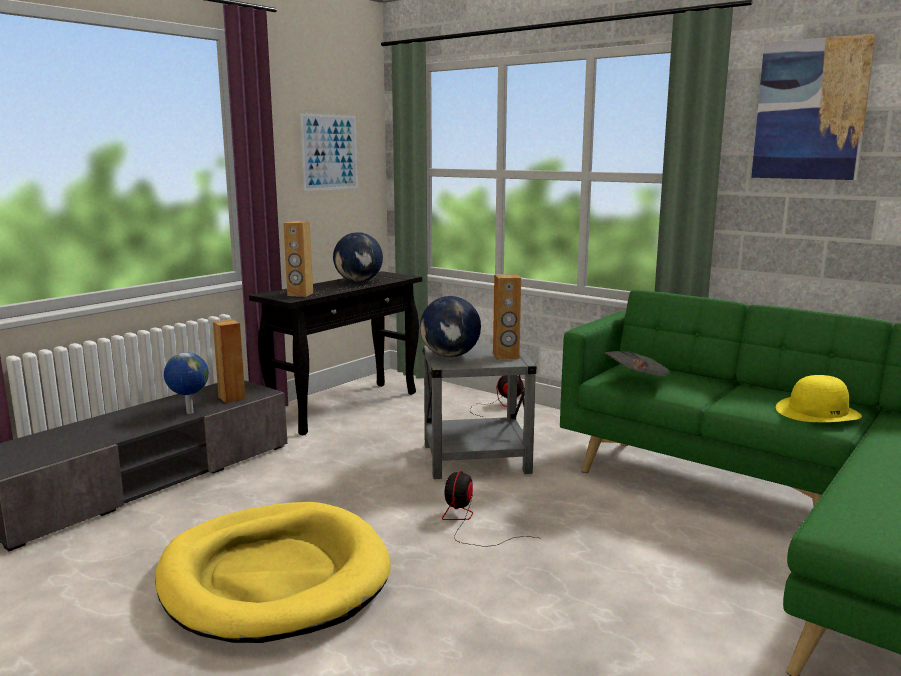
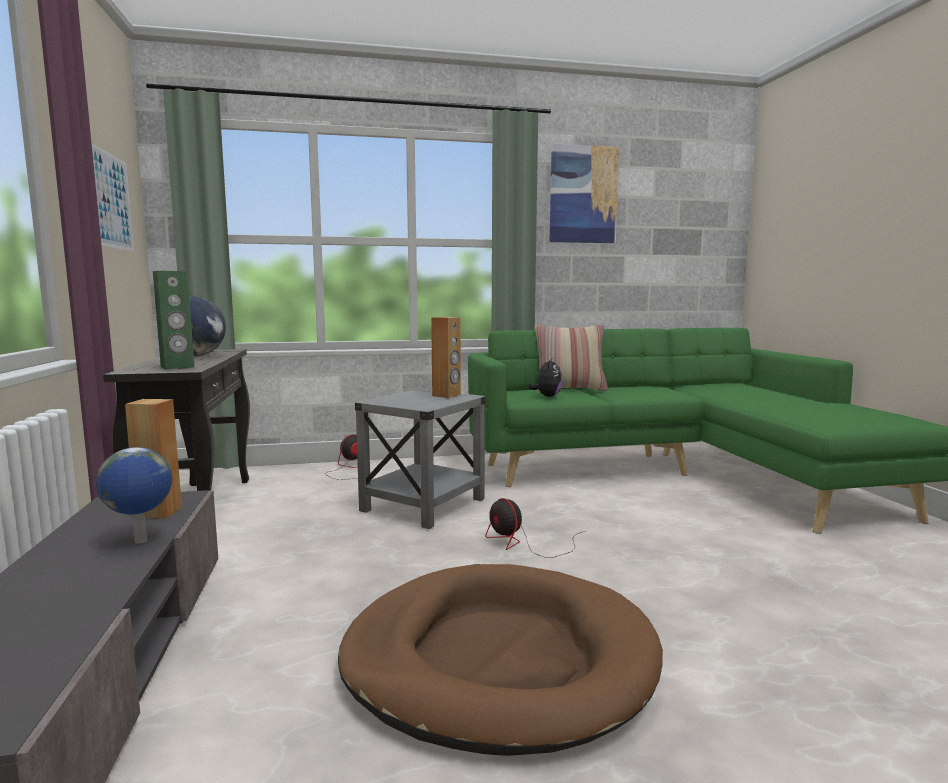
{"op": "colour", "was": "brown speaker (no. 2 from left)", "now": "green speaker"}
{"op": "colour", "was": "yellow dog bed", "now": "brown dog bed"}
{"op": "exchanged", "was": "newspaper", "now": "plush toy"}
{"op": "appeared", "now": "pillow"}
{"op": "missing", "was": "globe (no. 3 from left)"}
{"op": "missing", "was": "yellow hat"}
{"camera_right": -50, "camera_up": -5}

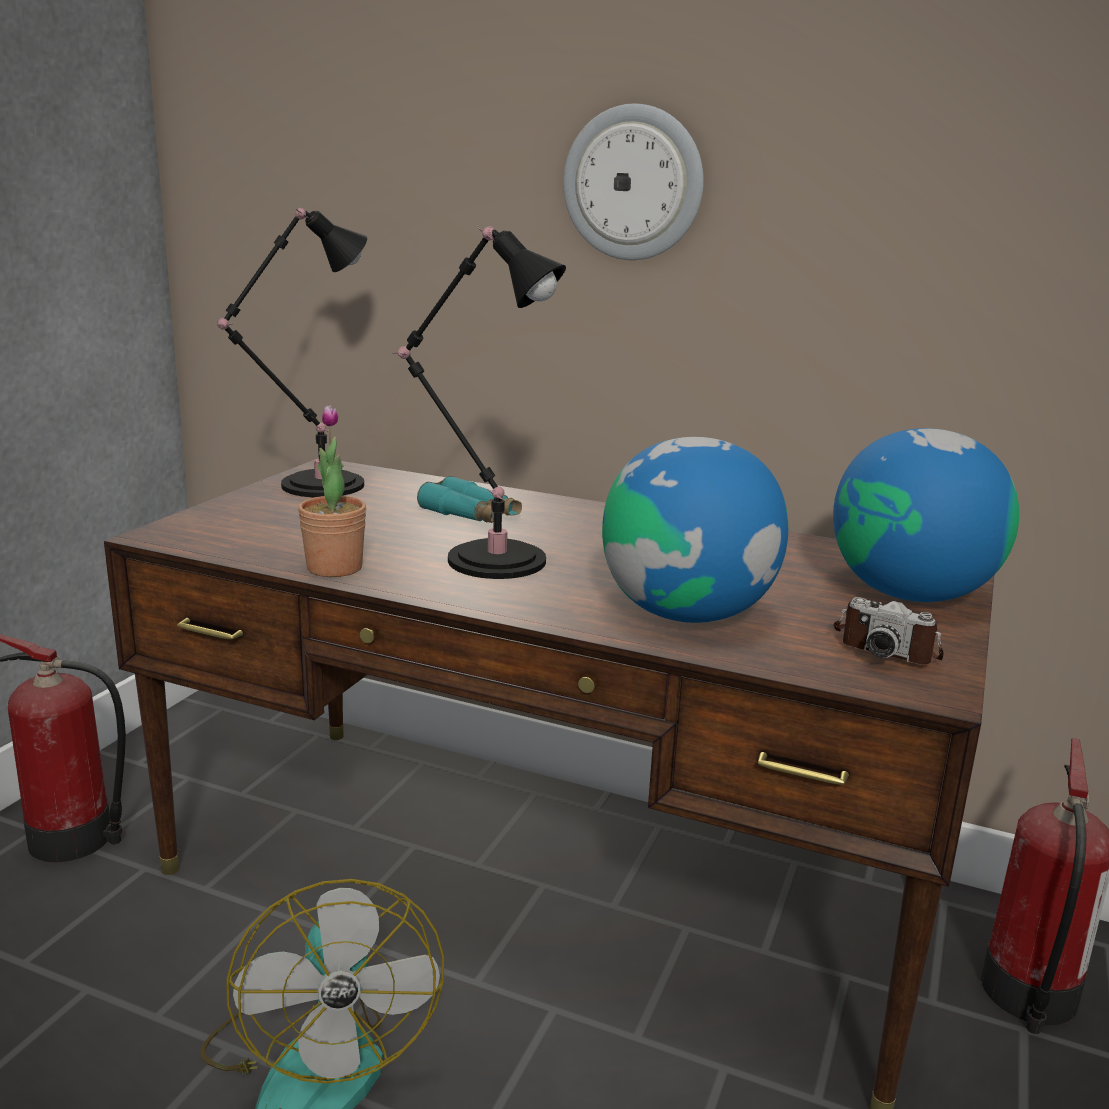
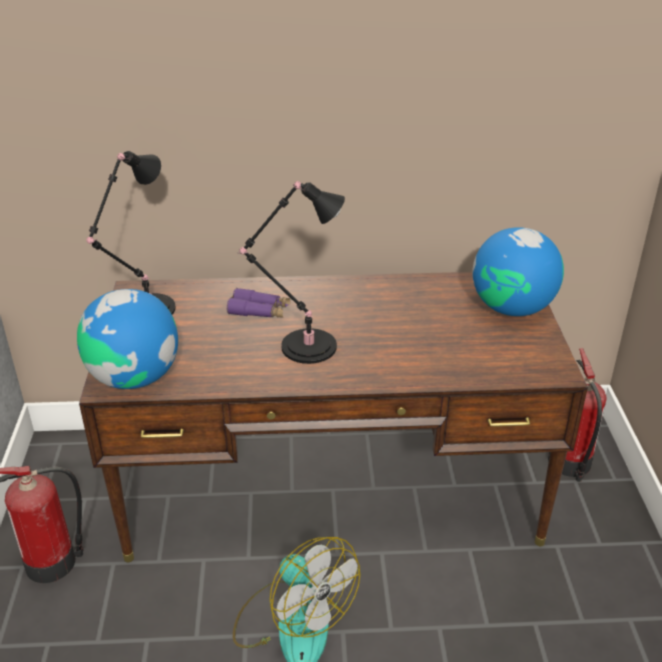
{"op": "relocated", "was": "globe (no. 1 from left)"}
{"op": "colour", "was": "turquoise binoculars", "now": "purple binoculars"}
{"op": "missing", "was": "potted plant"}
{"op": "missing", "was": "wall clock"}
{"op": "missing", "was": "photo camera"}
{"camera_right": -25, "camera_up": 15}

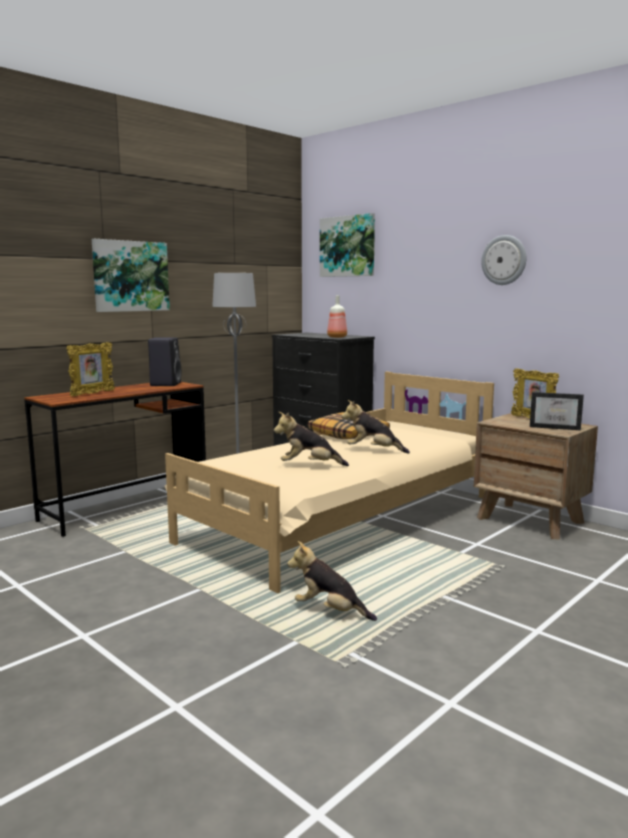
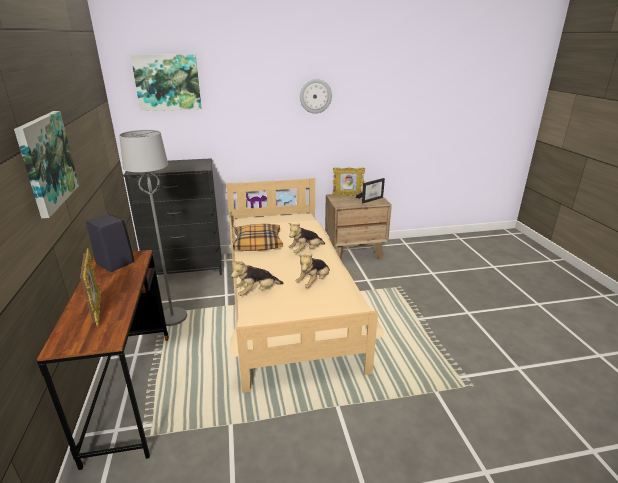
{"op": "relocated", "was": "plush toy (no. 2 from left in the first image)", "now": "plush toy (no. 1 from left)"}
{"op": "missing", "was": "bottle"}
{"camera_right": -55, "camera_up": 15}

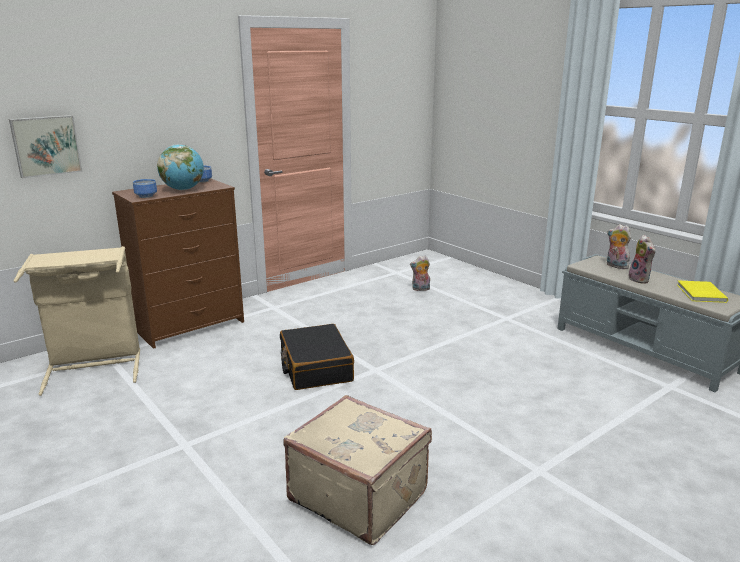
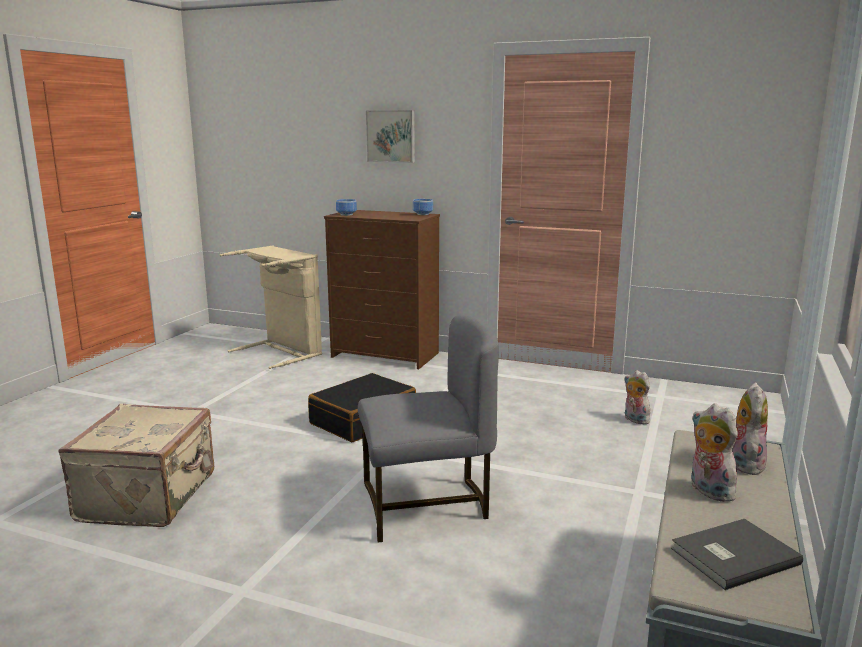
{"op": "appeared", "now": "grey chair"}
{"op": "relocated", "was": "picture"}
{"op": "colour", "was": "yellow book", "now": "grey book"}
{"op": "spun", "was": "plush toy (no. 3 from left in the first image)", "clockwise": 105}
{"op": "missing", "was": "globe"}
{"camera_right": 60, "camera_up": -5}

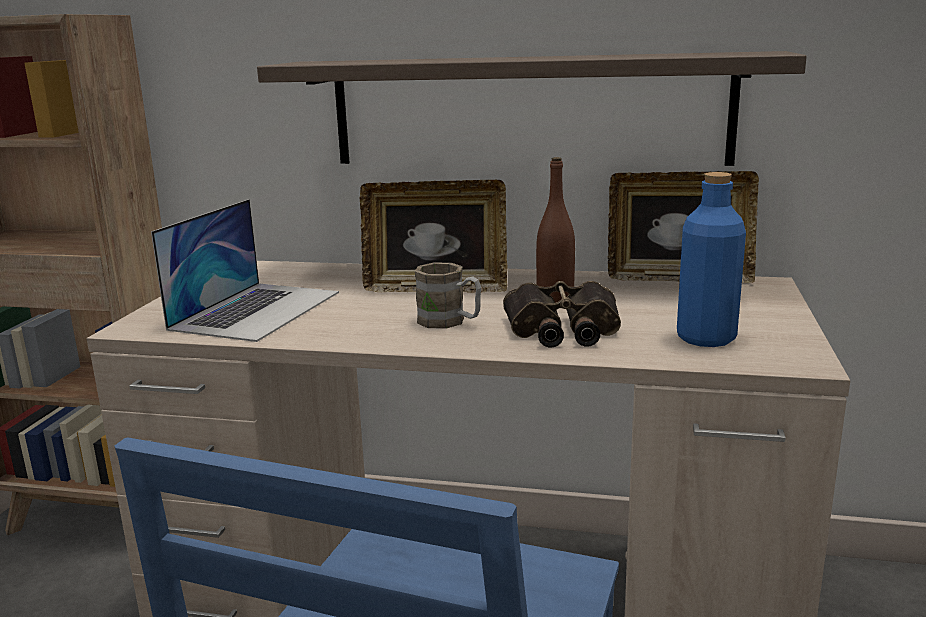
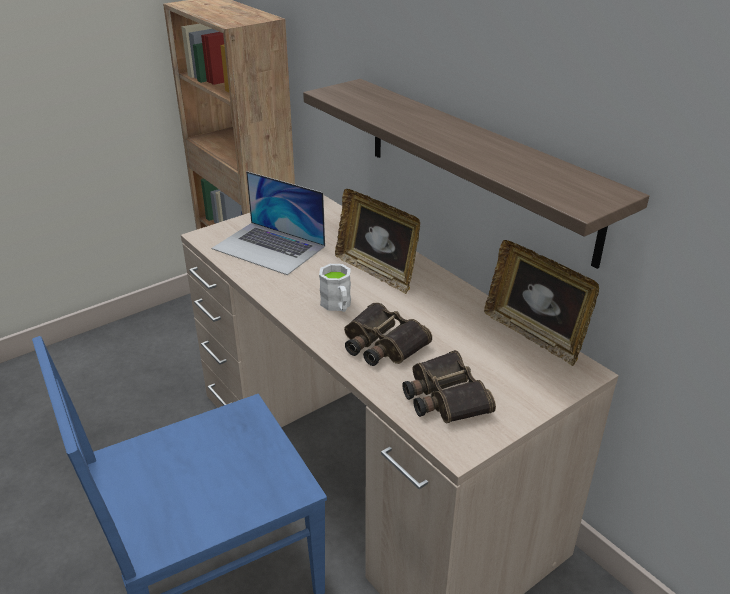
{"op": "spun", "was": "laptop", "clockwise": 60}
{"op": "colour", "was": "brown mug", "now": "white mug"}
{"op": "exchanged", "was": "blue bottle", "now": "binoculars (no. 2 from left)"}
{"op": "missing", "was": "brown bottle"}
{"camera_right": 40, "camera_up": 15}

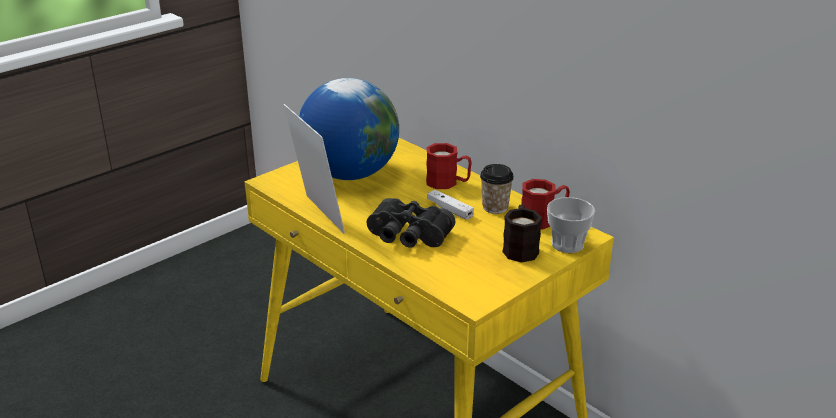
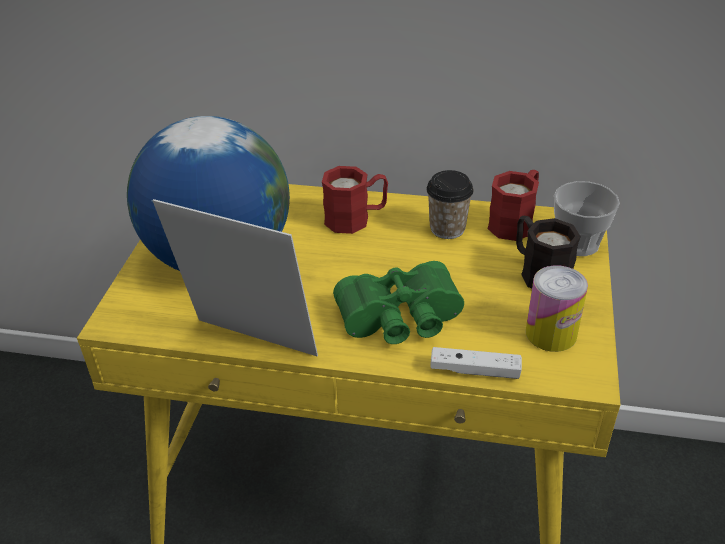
{"op": "colour", "was": "black binoculars", "now": "green binoculars"}
{"op": "relocated", "was": "white game controller"}
{"op": "appeared", "now": "can"}
{"camera_right": -35, "camera_up": 10}

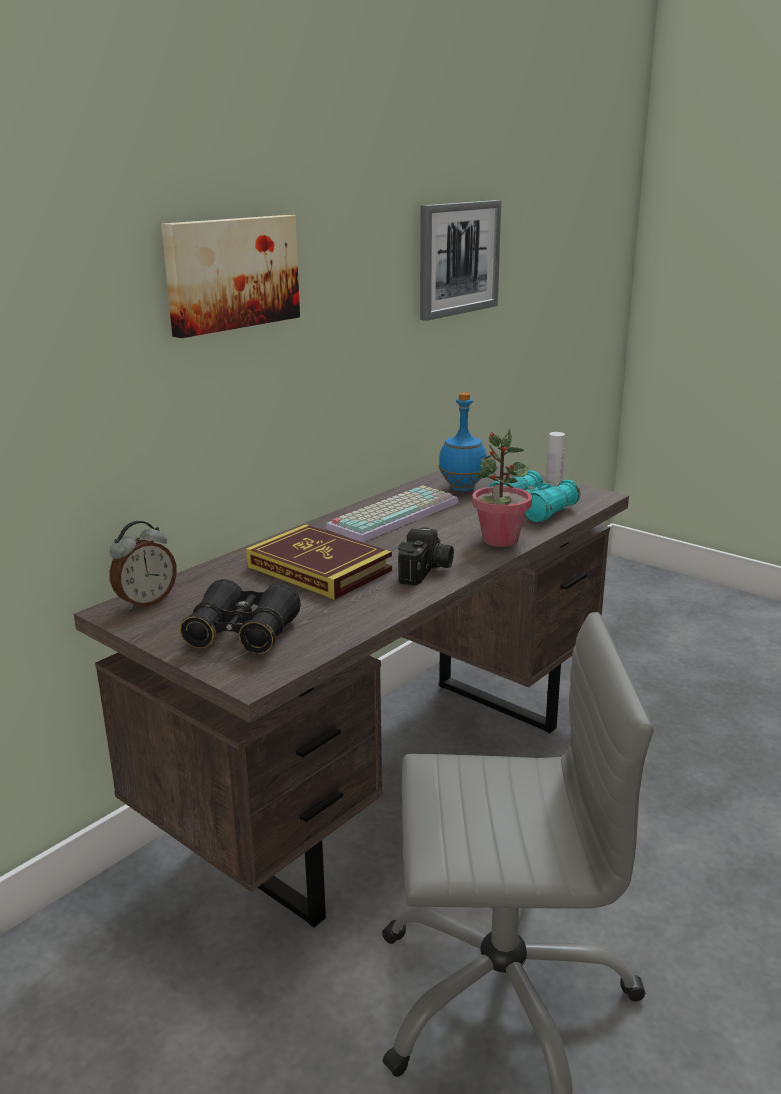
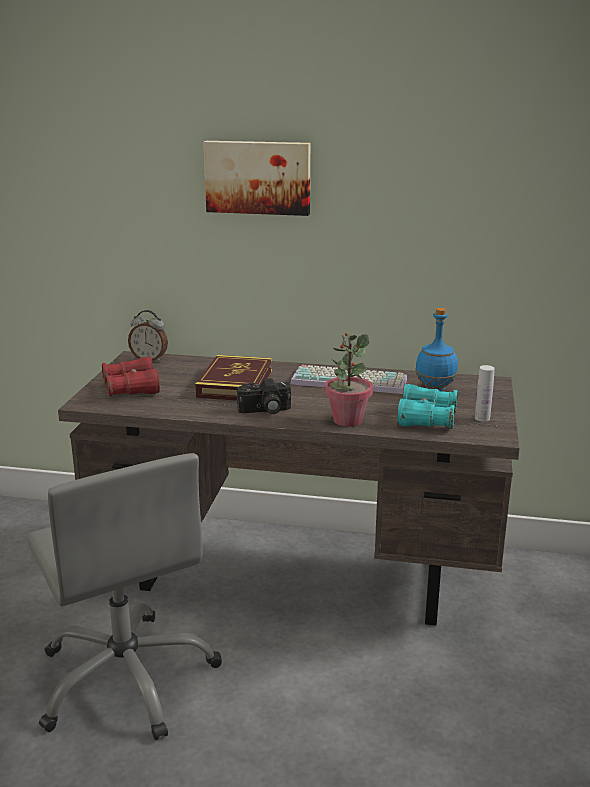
{"op": "colour", "was": "black binoculars", "now": "red binoculars"}
{"op": "missing", "was": "picture (no. 2 from left)"}
{"camera_right": 60, "camera_up": 0}

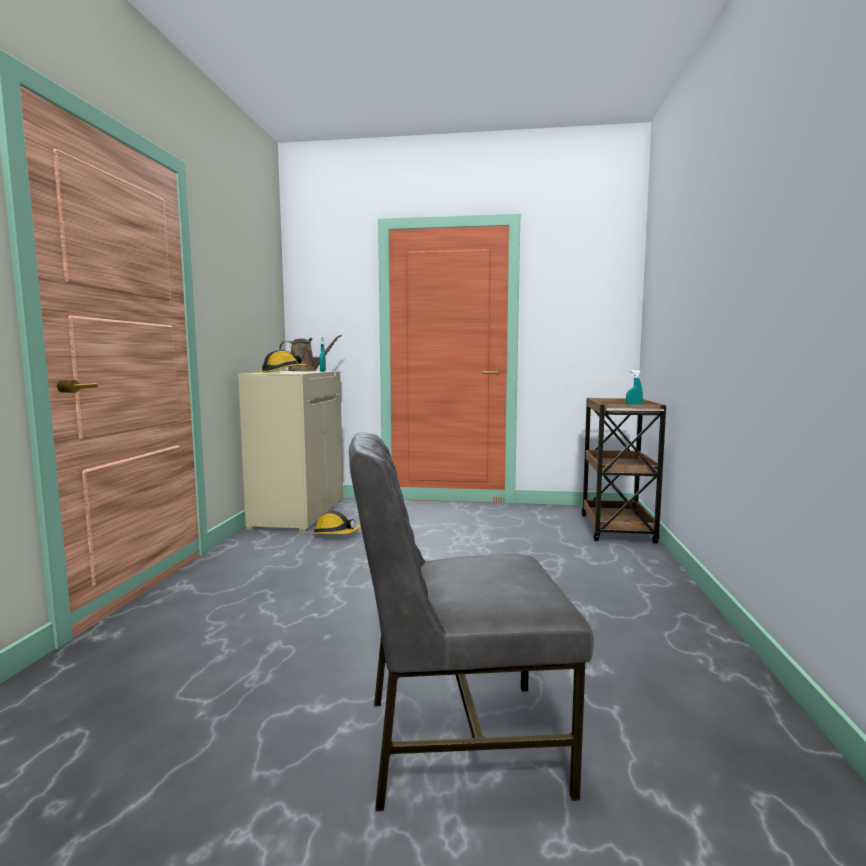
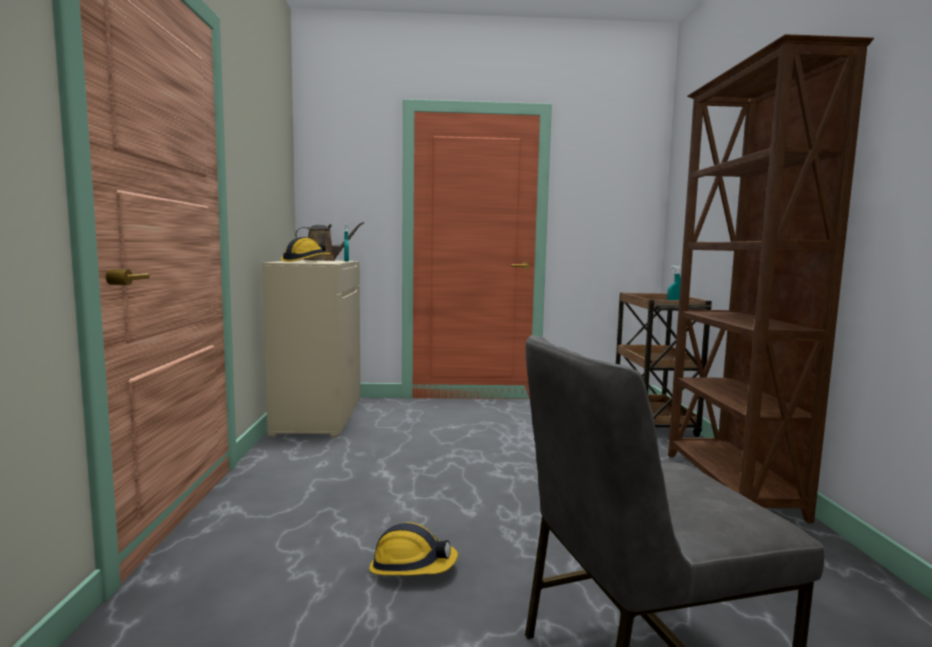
{"op": "relocated", "was": "hard hat (no. 2 from left)"}
{"op": "appeared", "now": "brown bookcase"}
{"camera_right": -10, "camera_up": 0}

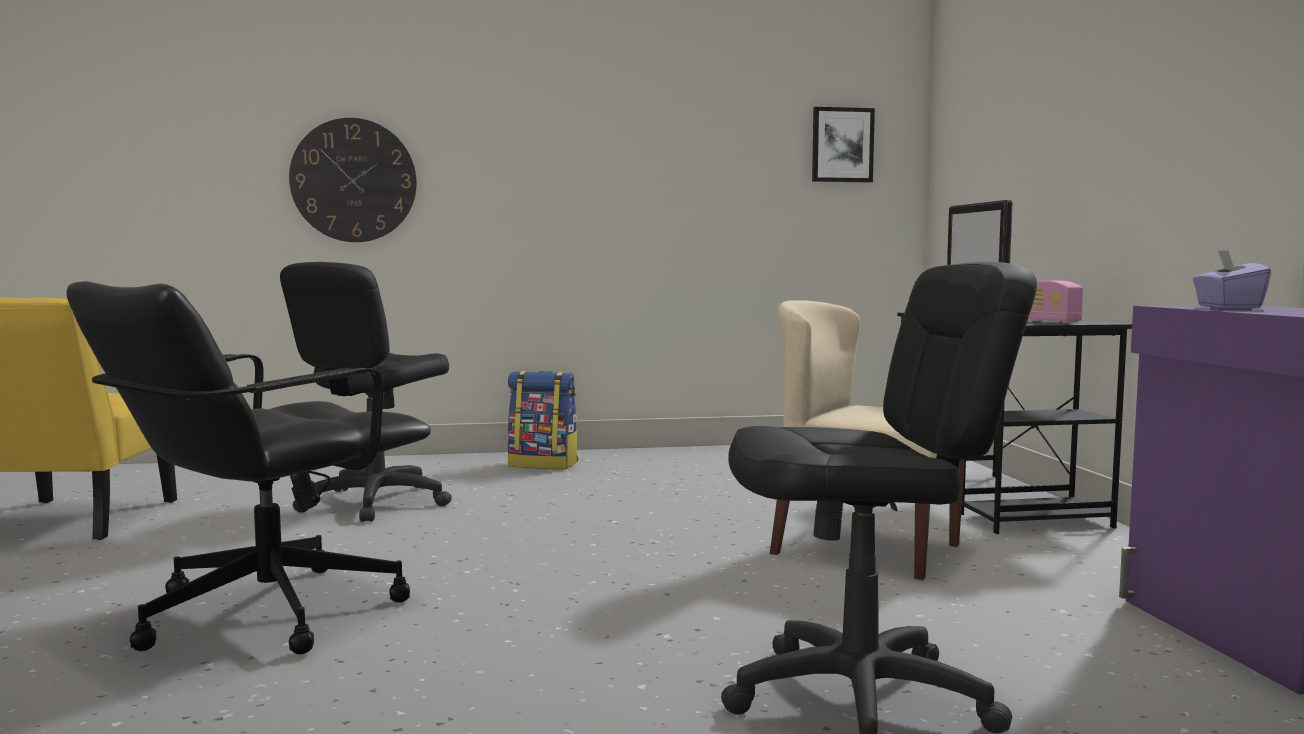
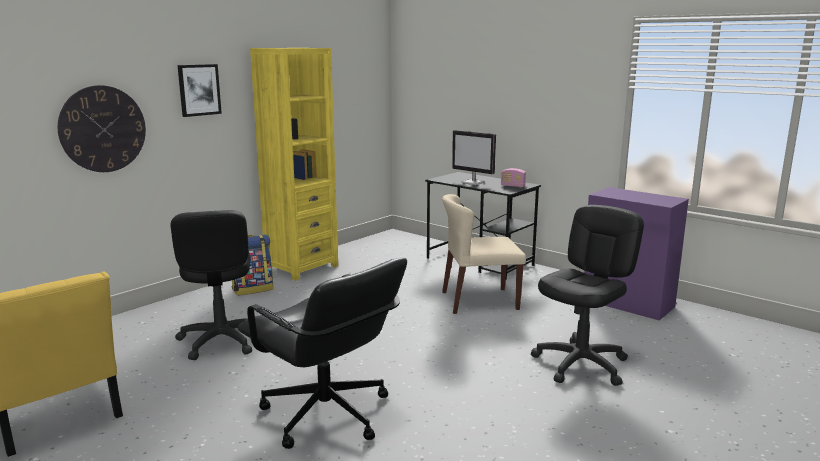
{"op": "relocated", "was": "picture"}
{"op": "spun", "was": "black office chair (no. 1 from left in the first image)", "clockwise": -45}
{"op": "appeared", "now": "yellow bookcase"}
{"op": "missing", "was": "purple tissue box"}
{"camera_right": -40, "camera_up": 10}

